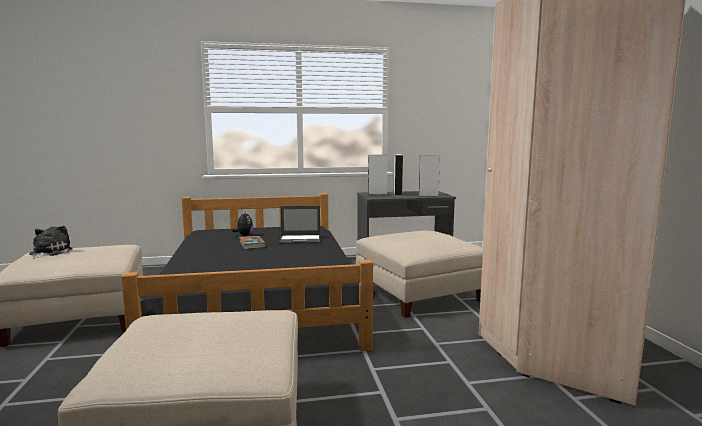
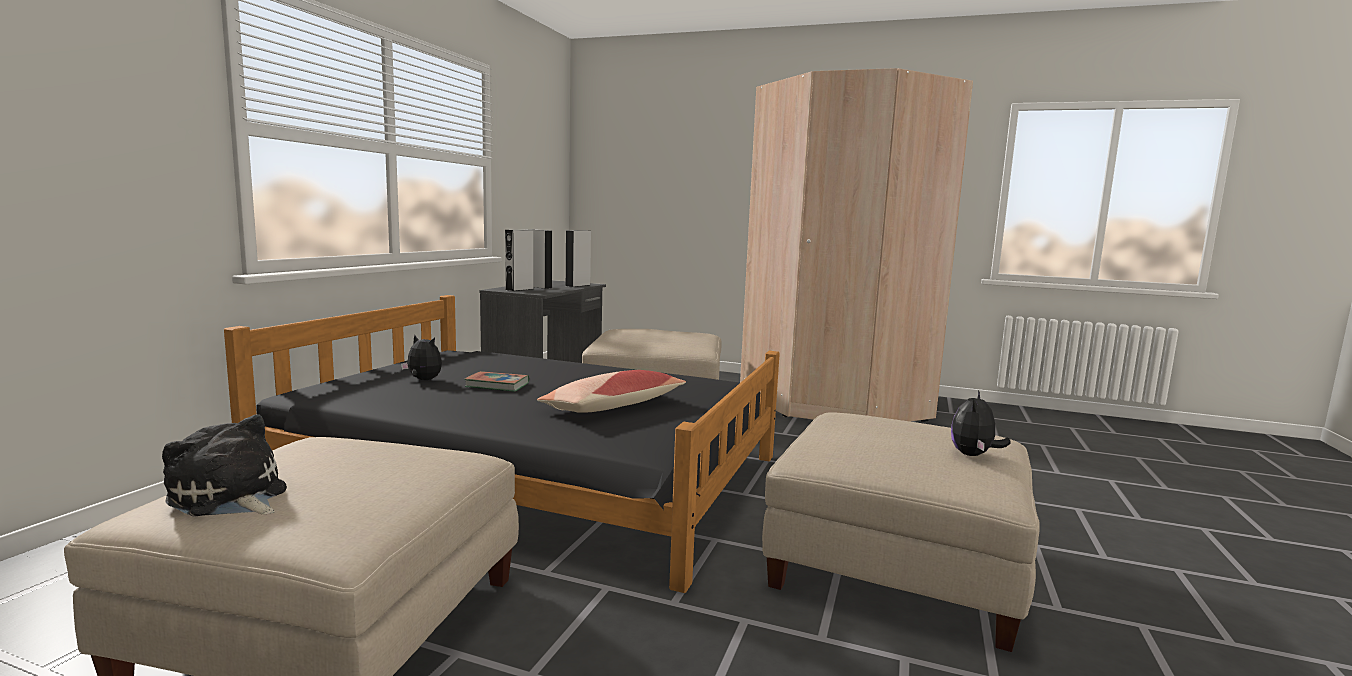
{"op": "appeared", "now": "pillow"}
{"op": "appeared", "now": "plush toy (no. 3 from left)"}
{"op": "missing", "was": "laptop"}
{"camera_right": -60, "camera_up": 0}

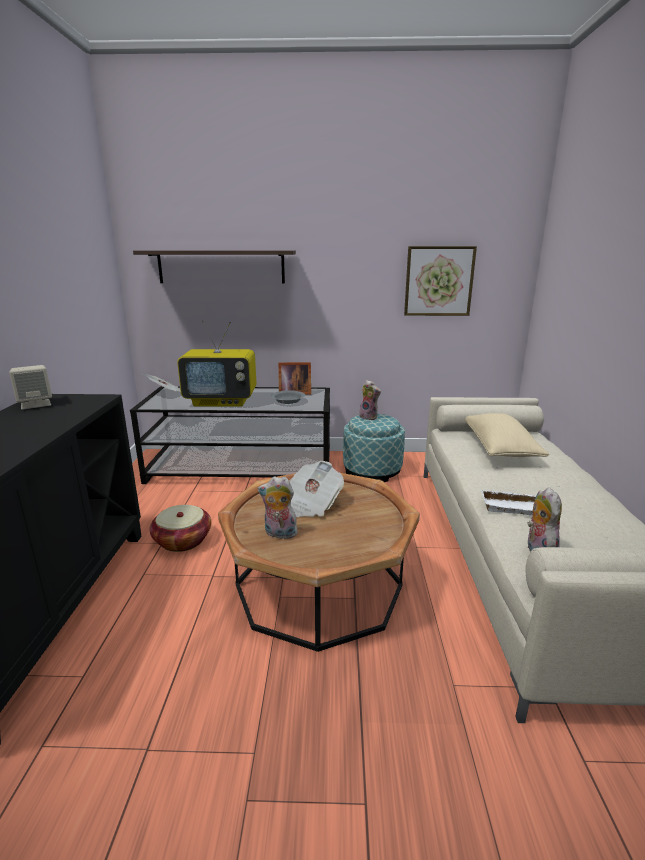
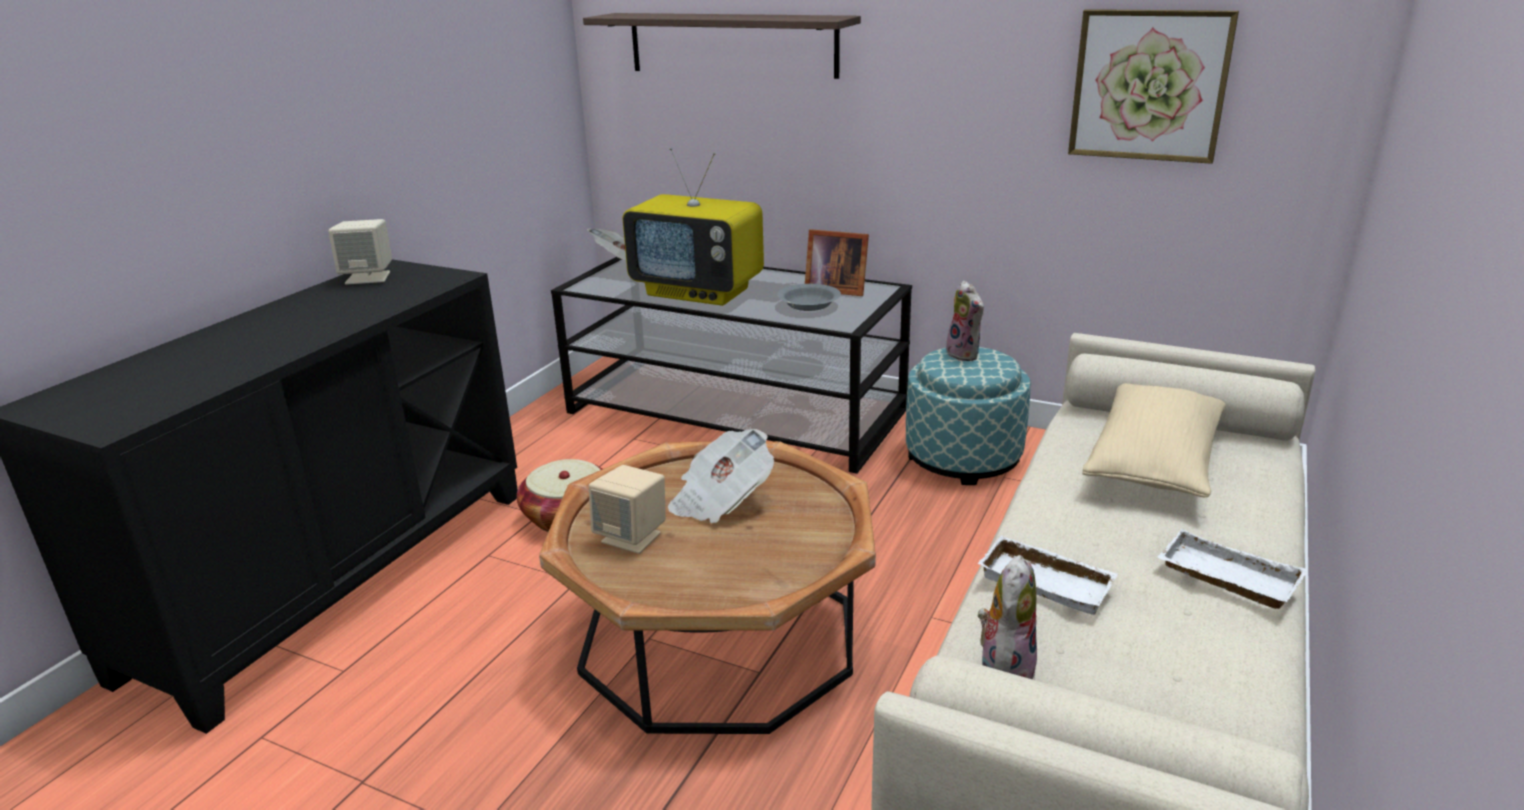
{"op": "exchanged", "was": "plush toy (no. 1 from left)", "now": "beige speaker (no. 2 from left)"}
{"op": "appeared", "now": "white tray (no. 2 from left)"}
{"camera_right": 25, "camera_up": 5}

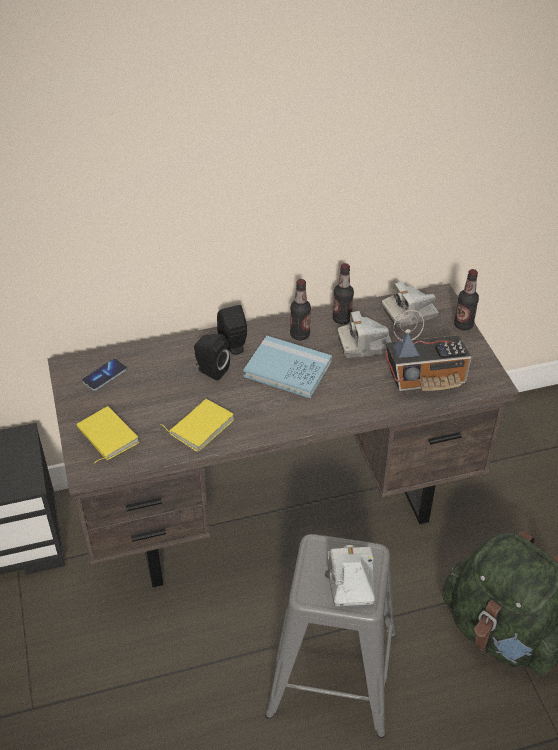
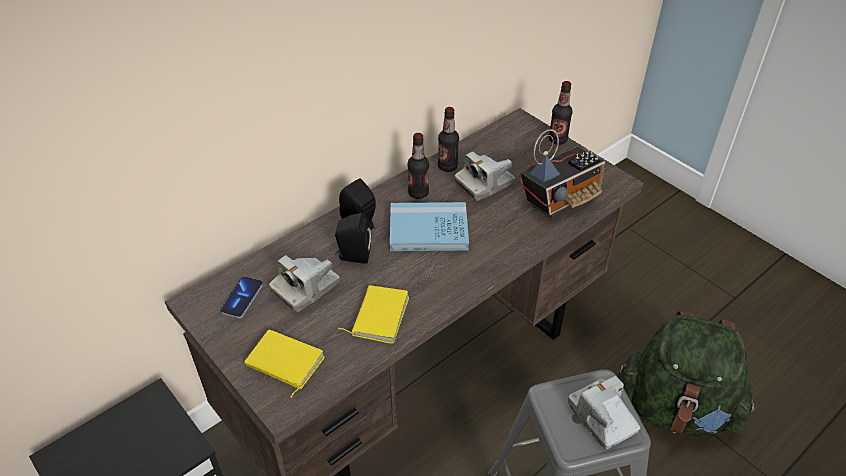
{"op": "relocated", "was": "photo camera (no. 3 from left in the first image)", "now": "photo camera (no. 1 from left)"}
{"camera_right": -25, "camera_up": 0}

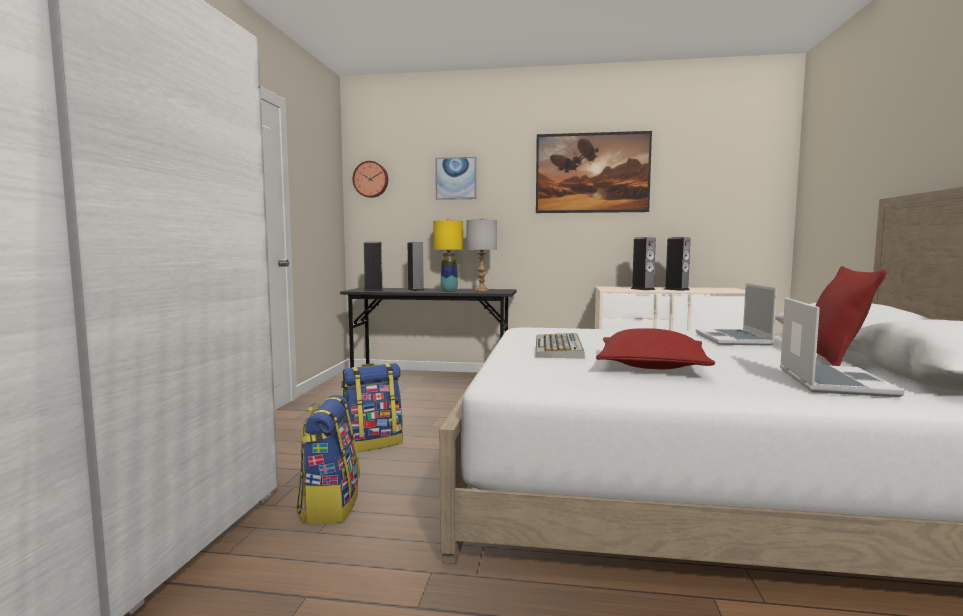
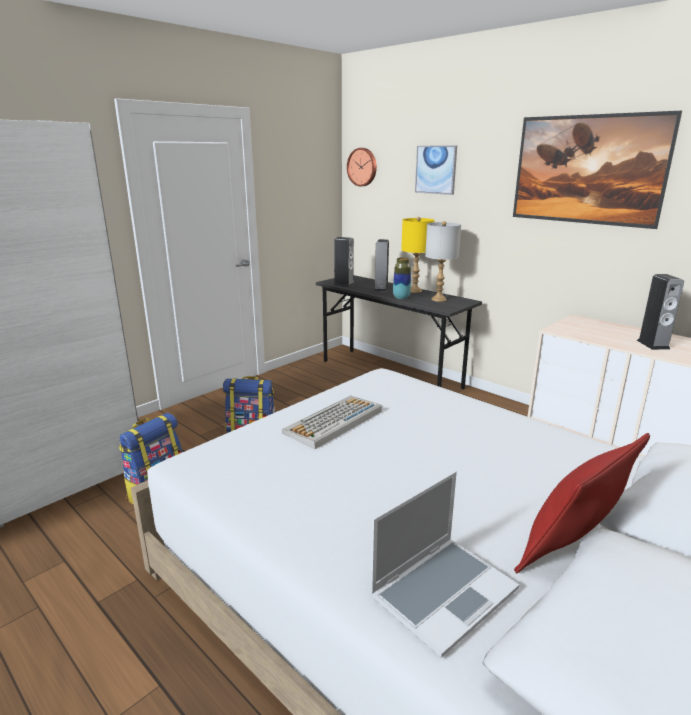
{"op": "missing", "was": "red pillow (no. 1 from left)"}
{"op": "missing", "was": "speaker (no. 3 from left)"}
{"op": "missing", "was": "laptop (no. 1 from left)"}
{"camera_right": 35, "camera_up": 15}

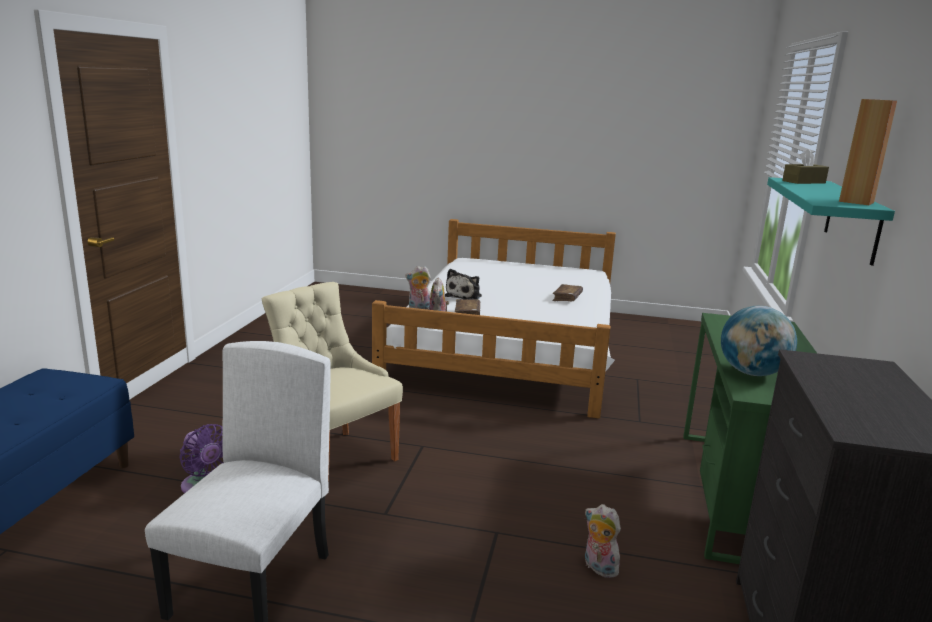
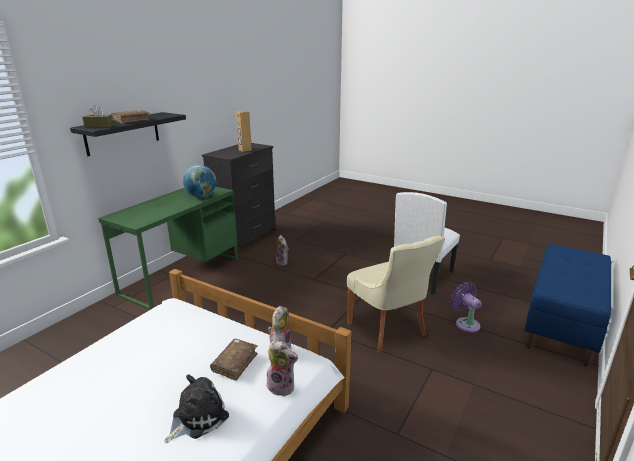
{"op": "colour", "was": "turquoise shelf", "now": "black shelf"}
{"op": "relocated", "was": "brown book (no. 2 from left in the first image)", "now": "brown book (no. 1 from left)"}
{"op": "relocated", "was": "brown speaker"}
{"camera_right": -160, "camera_up": 5}

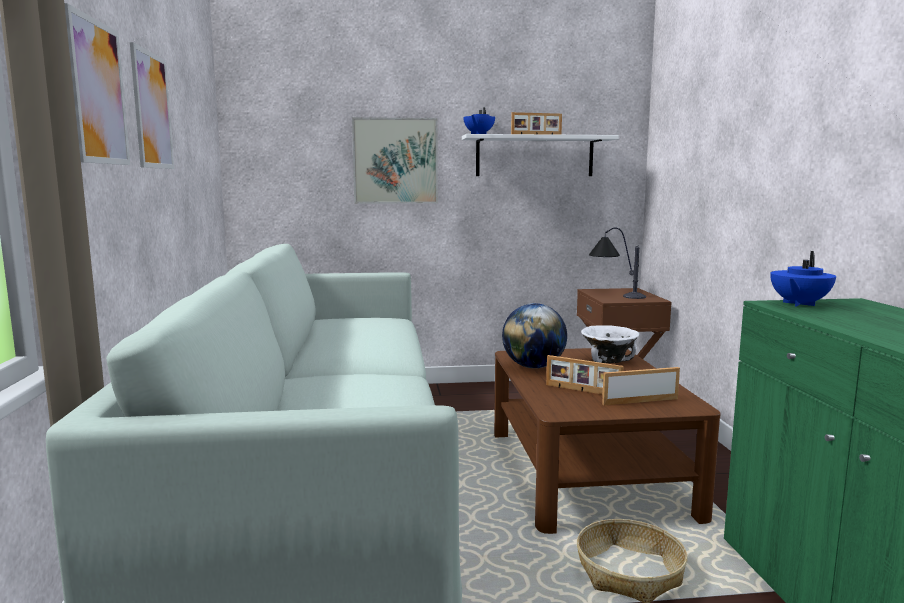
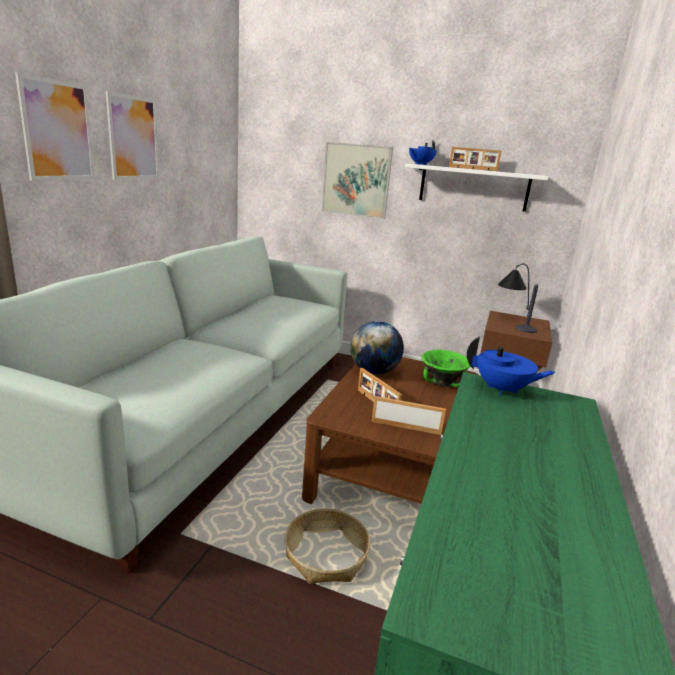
{"op": "colour", "was": "white bowl", "now": "green bowl"}
{"op": "spun", "was": "blue teapot (no. 2 from left)", "clockwise": -135}
{"camera_right": 25, "camera_up": 10}

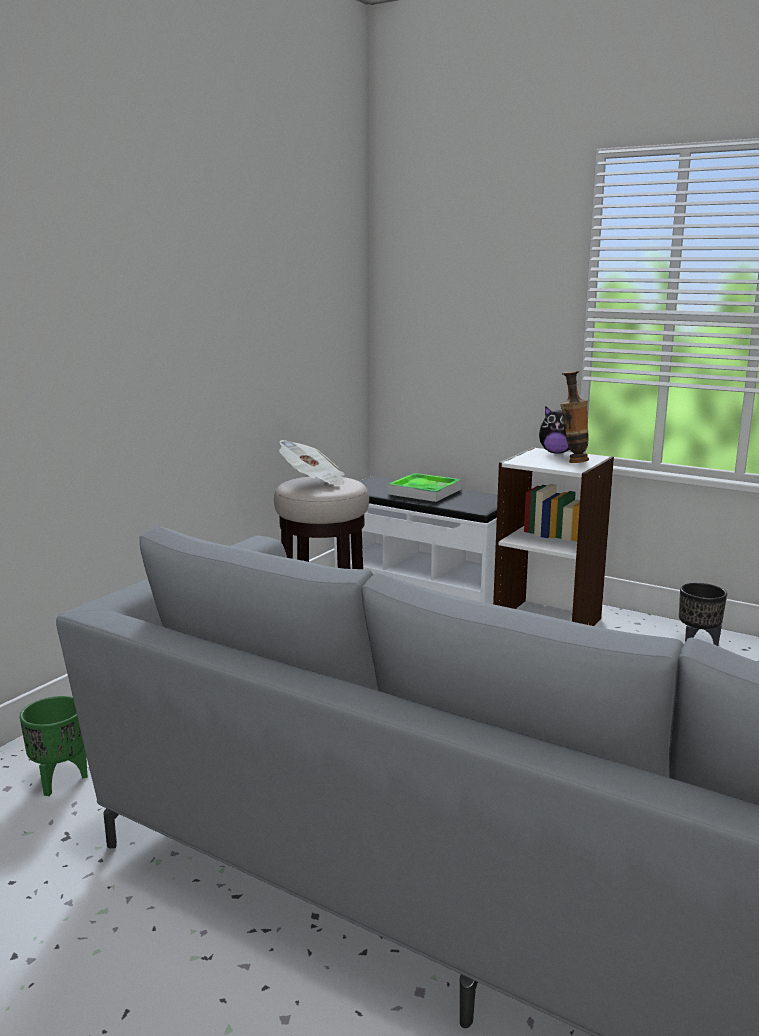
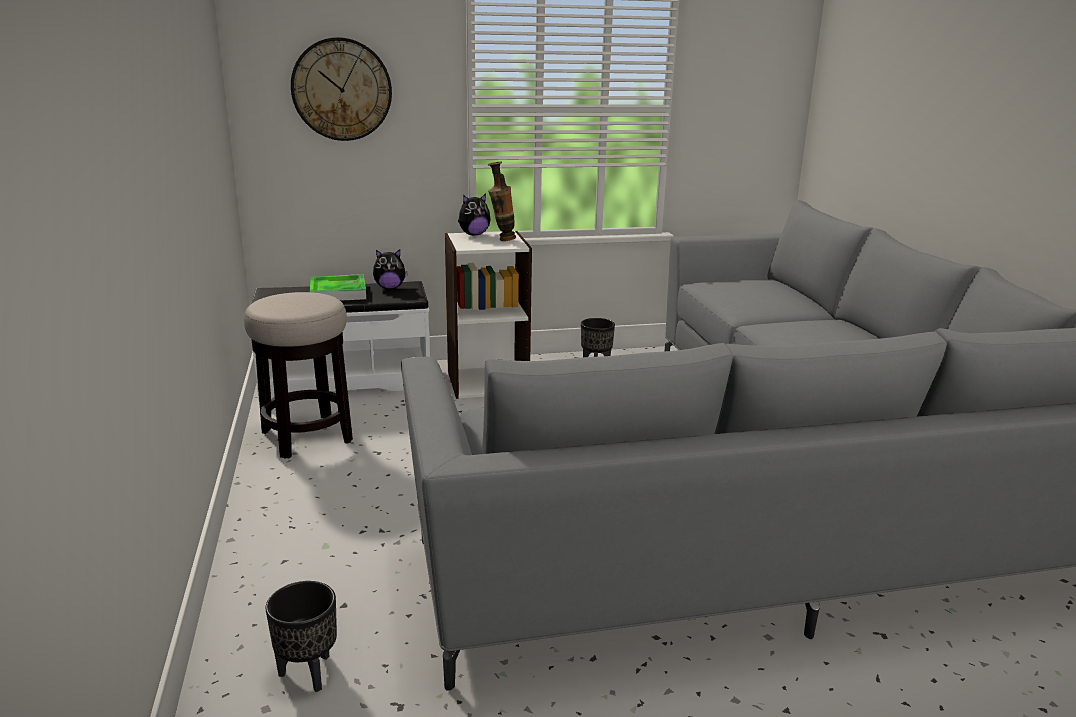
{"op": "colour", "was": "green planter", "now": "black planter (no. 1 from left)"}
{"op": "appeared", "now": "wall clock"}
{"op": "appeared", "now": "plush toy (no. 1 from left)"}
{"op": "missing", "was": "newspaper"}
{"camera_right": -45, "camera_up": 5}

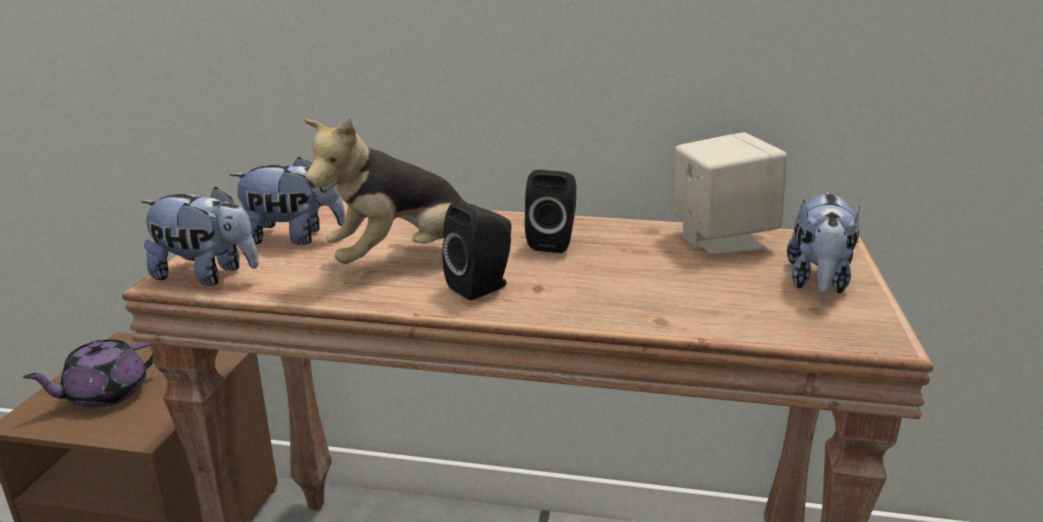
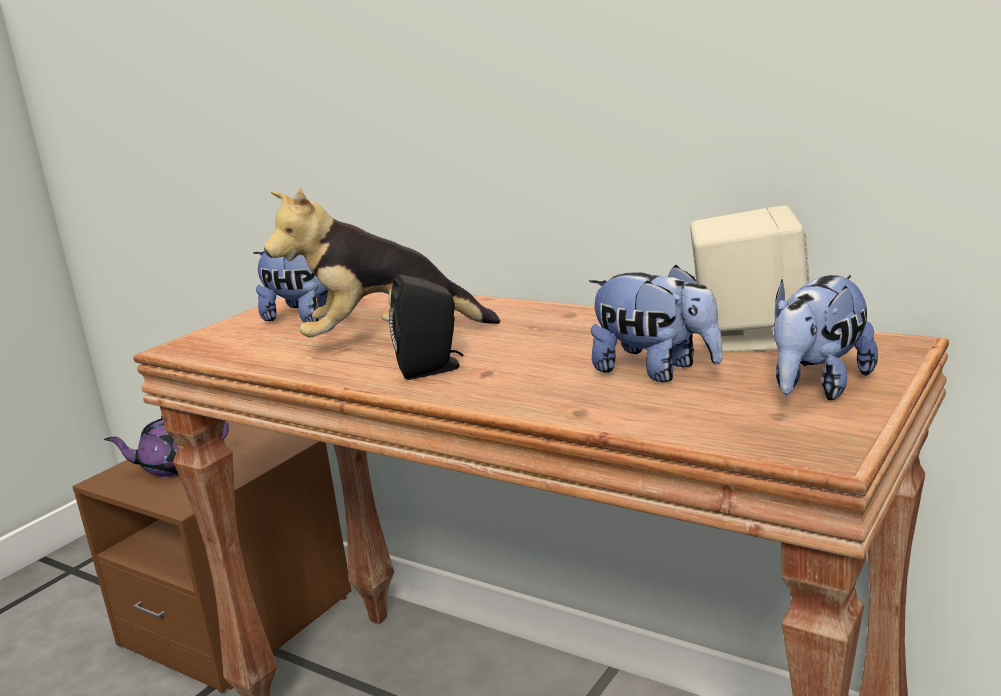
{"op": "relocated", "was": "plush toy (no. 1 from left in the first image)", "now": "plush toy (no. 3 from left)"}
{"op": "missing", "was": "black speaker (no. 2 from left)"}
{"camera_right": 25, "camera_up": -5}

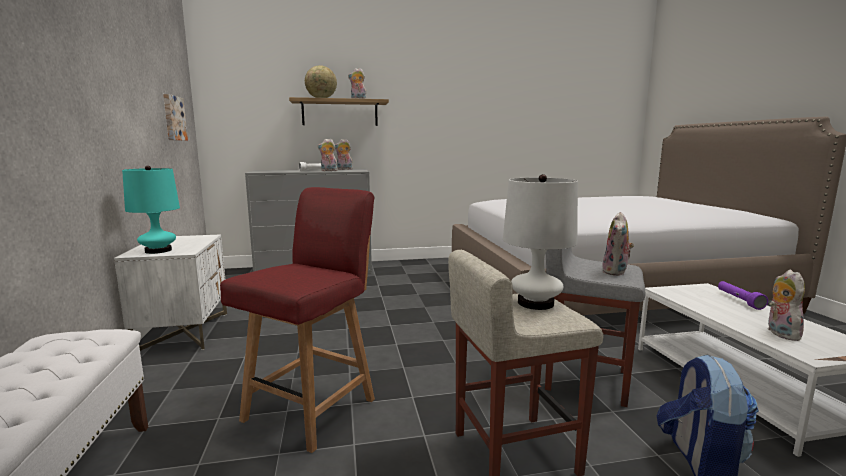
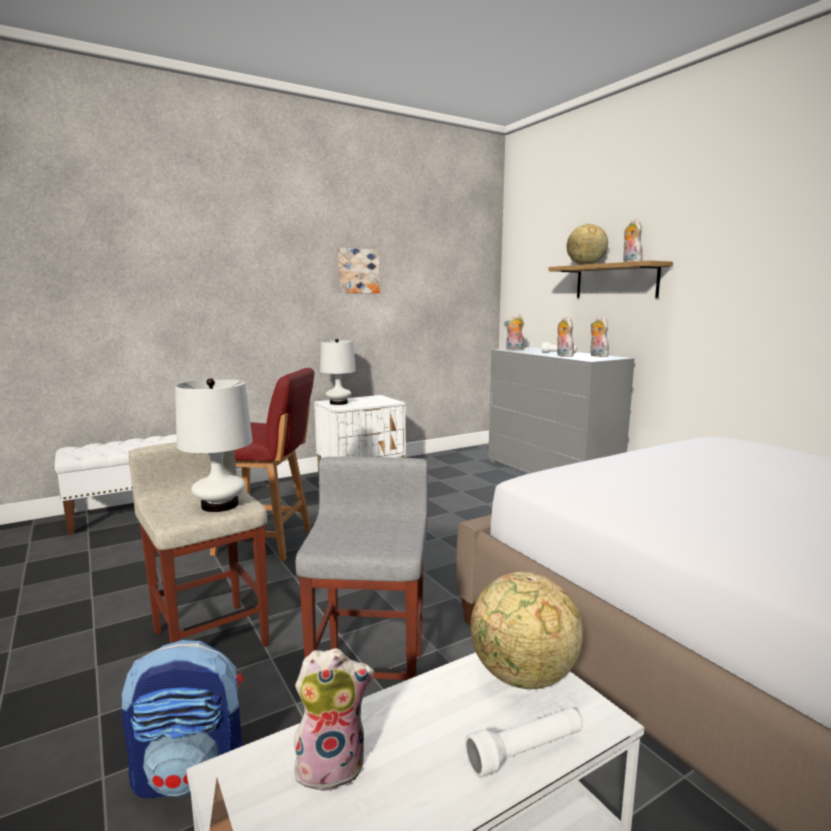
{"op": "colour", "was": "turquoise table lamp", "now": "white table lamp (no. 2 from left)"}
{"op": "relocated", "was": "picture"}
{"op": "colour", "was": "purple flashlight", "now": "white flashlight (no. 1 from left)"}
{"op": "appeared", "now": "globe (no. 1 from left)"}
{"op": "relocated", "was": "plush toy (no. 4 from left in the first image)", "now": "plush toy (no. 2 from left)"}
{"camera_right": 70, "camera_up": 0}

